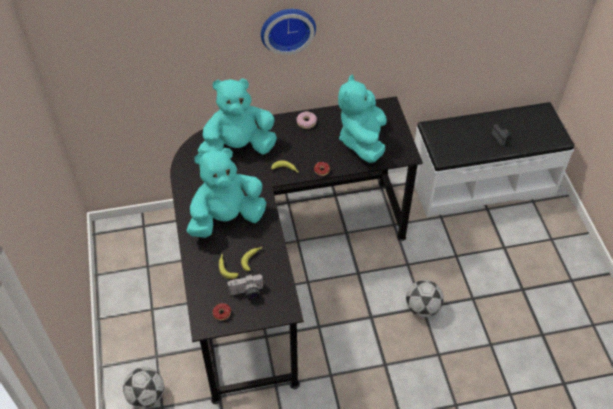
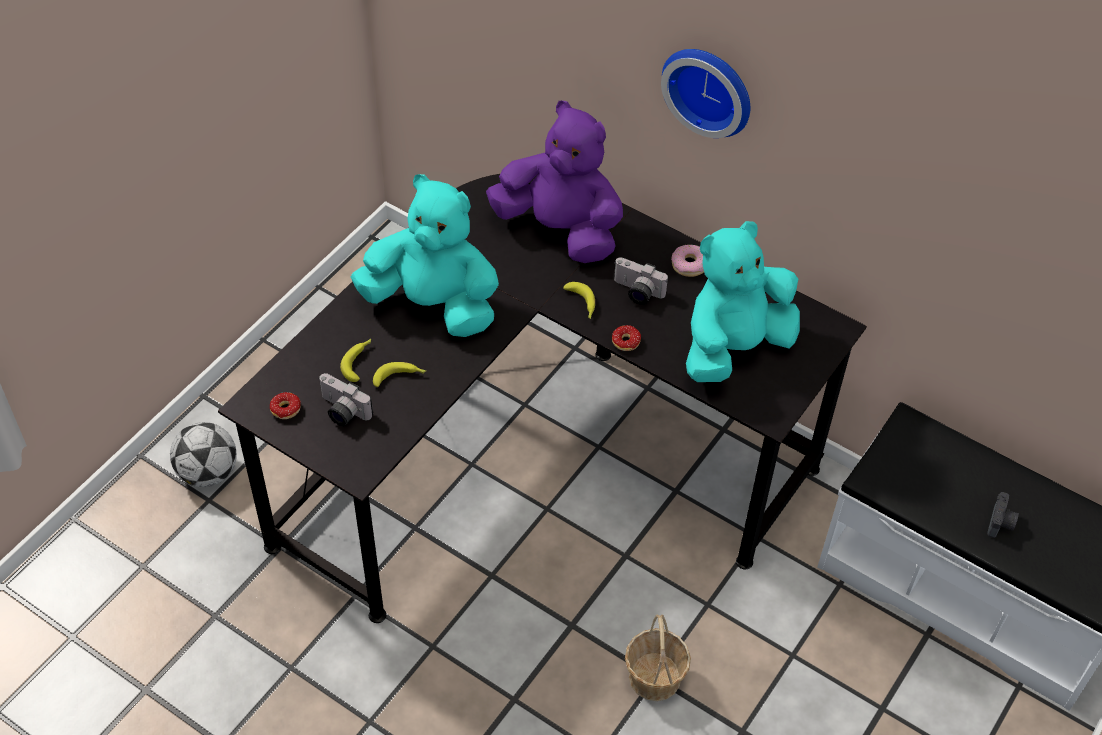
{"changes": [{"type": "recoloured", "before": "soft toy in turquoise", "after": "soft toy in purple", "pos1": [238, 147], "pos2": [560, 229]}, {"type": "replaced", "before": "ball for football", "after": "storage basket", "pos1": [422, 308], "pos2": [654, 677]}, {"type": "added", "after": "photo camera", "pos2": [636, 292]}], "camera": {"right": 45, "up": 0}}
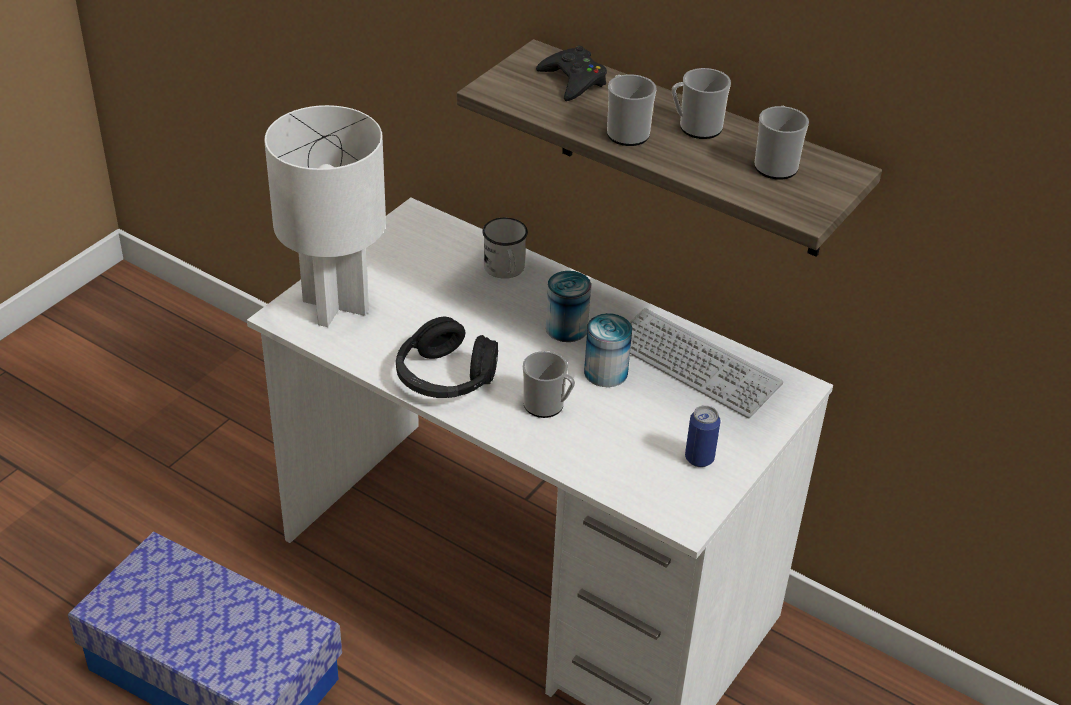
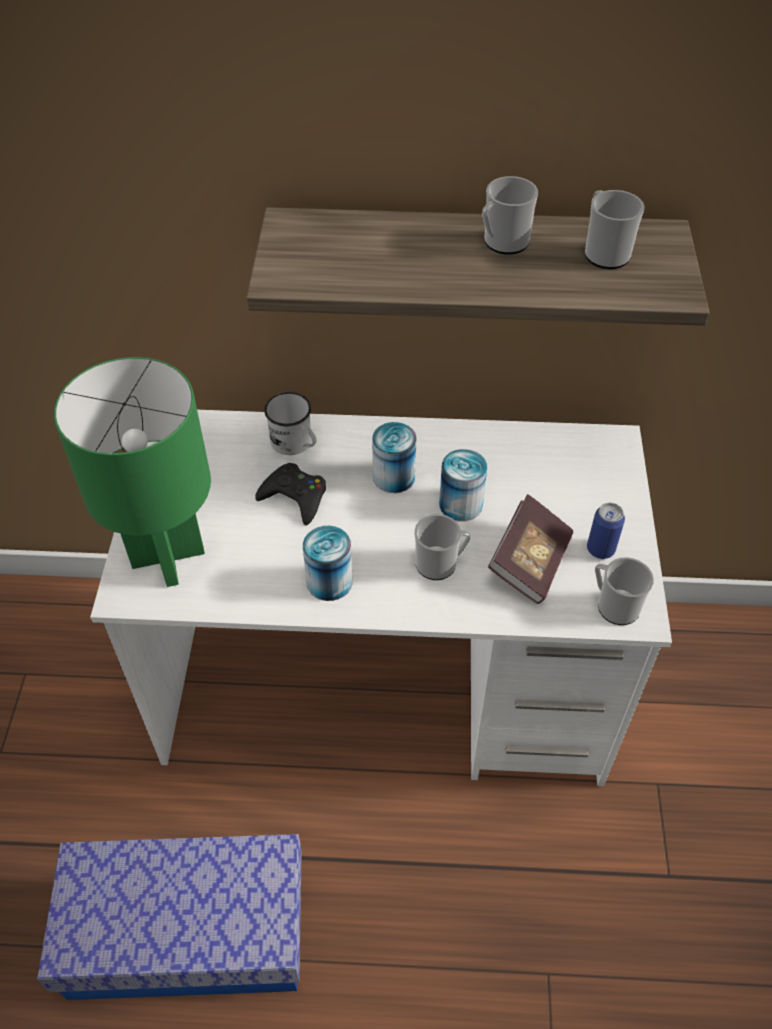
{"changes": [{"type": "recoloured", "before": "tabletop lamp in whitish", "after": "tabletop lamp in greenish", "pos1": [335, 305], "pos2": [166, 556]}, {"type": "replaced", "before": "pair of headphones in blackish", "after": "metal can", "pos1": [445, 377], "pos2": [329, 581]}, {"type": "moved", "before": "gamepad in blackish", "pos1": [573, 81], "pos2": [295, 497]}, {"type": "moved", "before": "coffee mug", "pos1": [625, 131], "pos2": [613, 605]}, {"type": "removed", "before": "PC keyboard", "pos1": [694, 365]}, {"type": "added", "after": "book", "pos2": [530, 562]}], "camera": {"right": -30, "up": 10}}
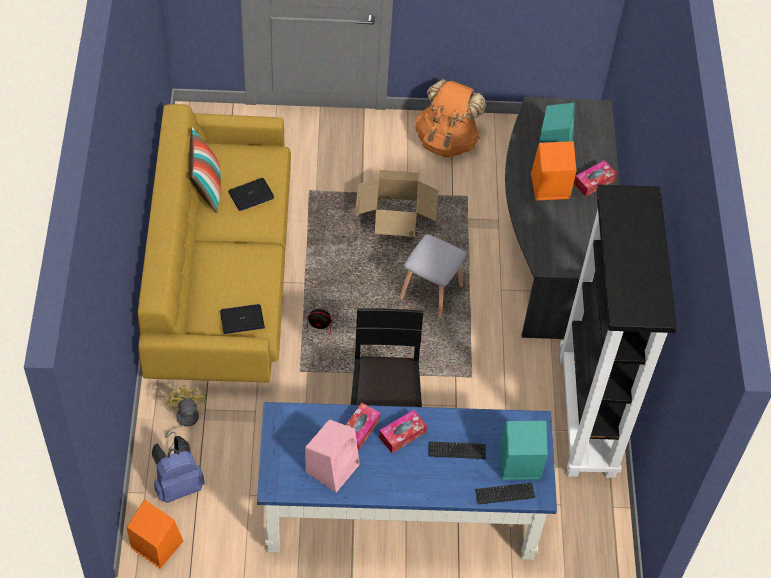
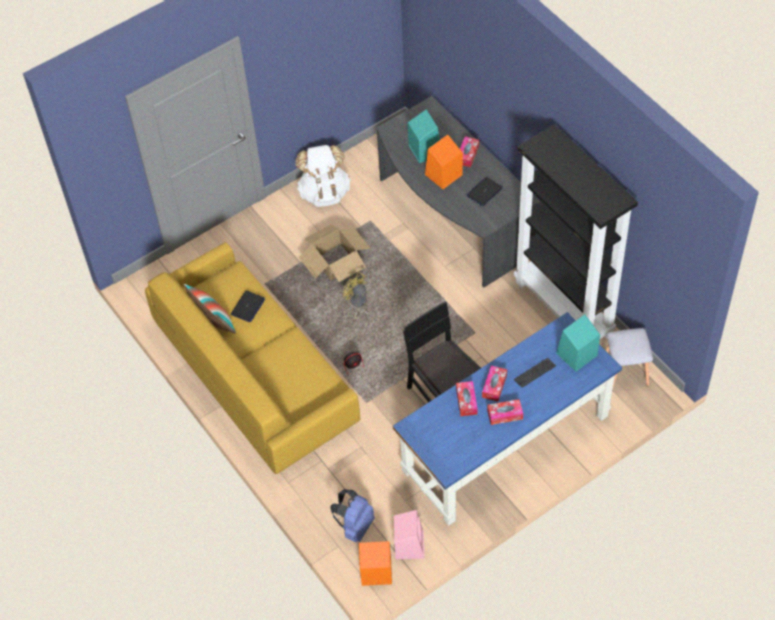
{"changes": [{"type": "moved", "before": "cooling fan in yellow-coloured", "pos1": [183, 421], "pos2": [358, 304]}, {"type": "moved", "before": "laptop", "pos1": [242, 319], "pos2": [484, 192]}, {"type": "moved", "before": "audio speaker in pink-coloured", "pos1": [333, 467], "pos2": [409, 544]}, {"type": "moved", "before": "stool in greyish", "pos1": [431, 291], "pos2": [624, 371]}, {"type": "recoloured", "before": "knapsack in orange", "after": "knapsack in whitish", "pos1": [447, 140], "pos2": [324, 192]}, {"type": "removed", "before": "PC keyboard", "pos1": [504, 494]}, {"type": "added", "after": "box of tissues", "pos2": [505, 414]}], "camera": {"right": -30, "up": 0}}
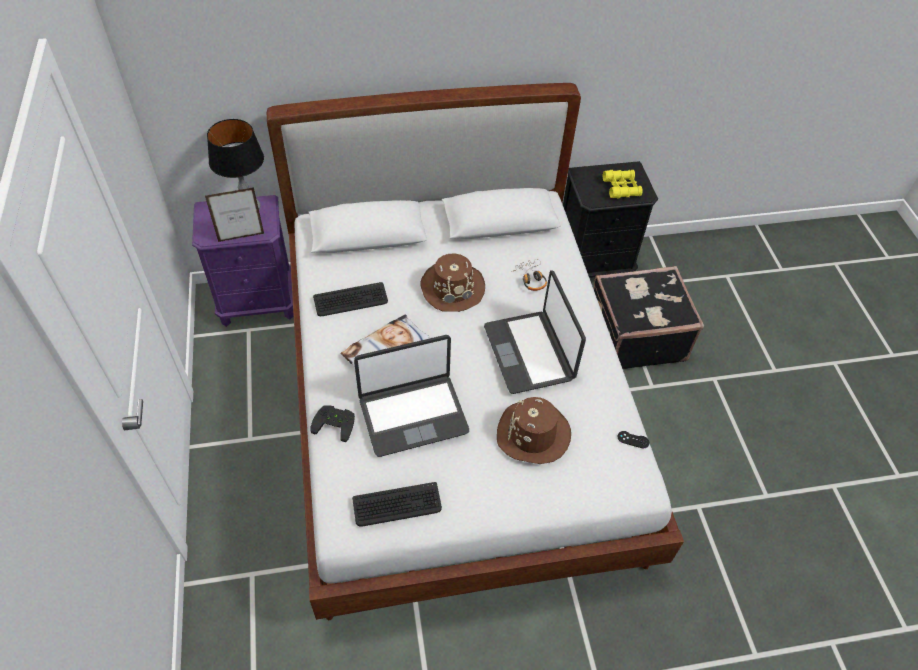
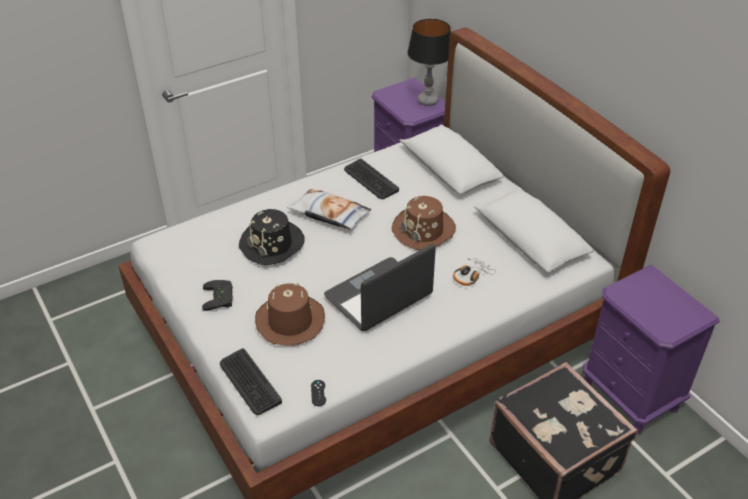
{"changes": [{"type": "removed", "before": "picture frame", "pos1": [241, 237]}, {"type": "moved", "before": "gamepad in blackish", "pos1": [335, 422], "pos2": [220, 297]}, {"type": "moved", "before": "PC keyboard", "pos1": [397, 505], "pos2": [249, 382]}, {"type": "replaced", "before": "laptop", "after": "hat in blackish", "pos1": [413, 414], "pos2": [272, 244]}, {"type": "recoloured", "before": "nightstand in blackish", "after": "nightstand in purple", "pos1": [594, 266], "pos2": [630, 395]}, {"type": "removed", "before": "pair of binoculars in yellow-coloured", "pos1": [621, 188]}], "camera": {"right": 70, "up": -10}}
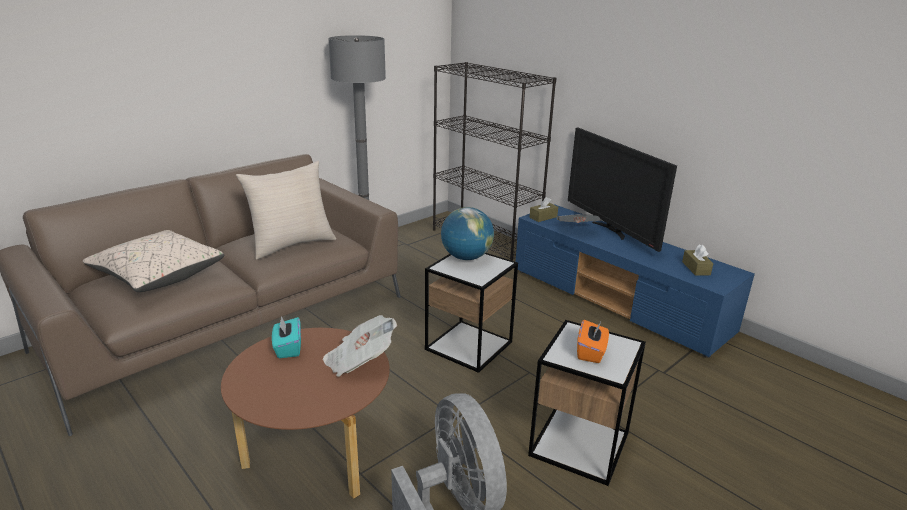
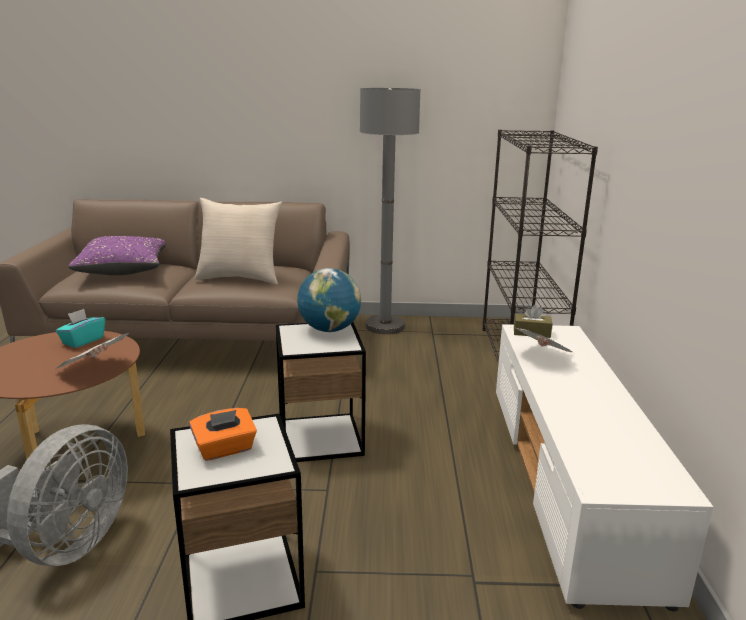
{"changes": [{"type": "recoloured", "before": "cushion in sand-coloured", "after": "cushion in purple", "pos1": [158, 275], "pos2": [123, 269]}, {"type": "recoloured", "before": "tv stand in blue-coloured", "after": "tv stand in whitish", "pos1": [618, 301], "pos2": [569, 480]}, {"type": "removed", "before": "TV set", "pos1": [611, 230]}, {"type": "removed", "before": "box of tissues in brown-coloured", "pos1": [696, 268]}], "camera": {"right": 45, "up": -5}}
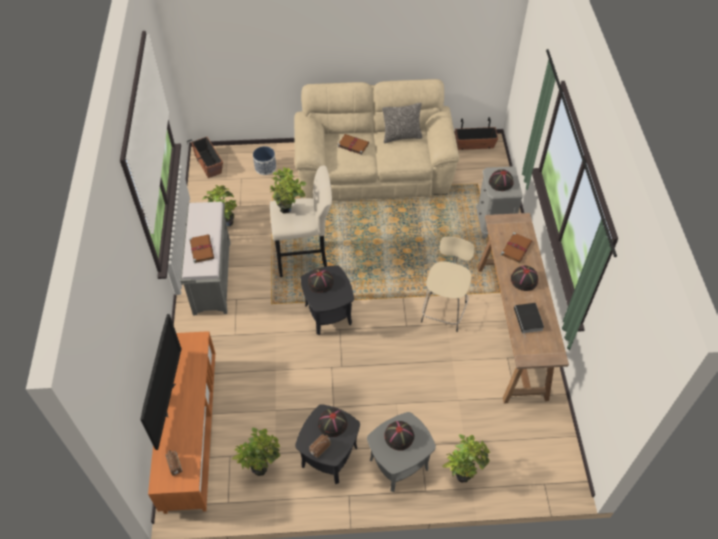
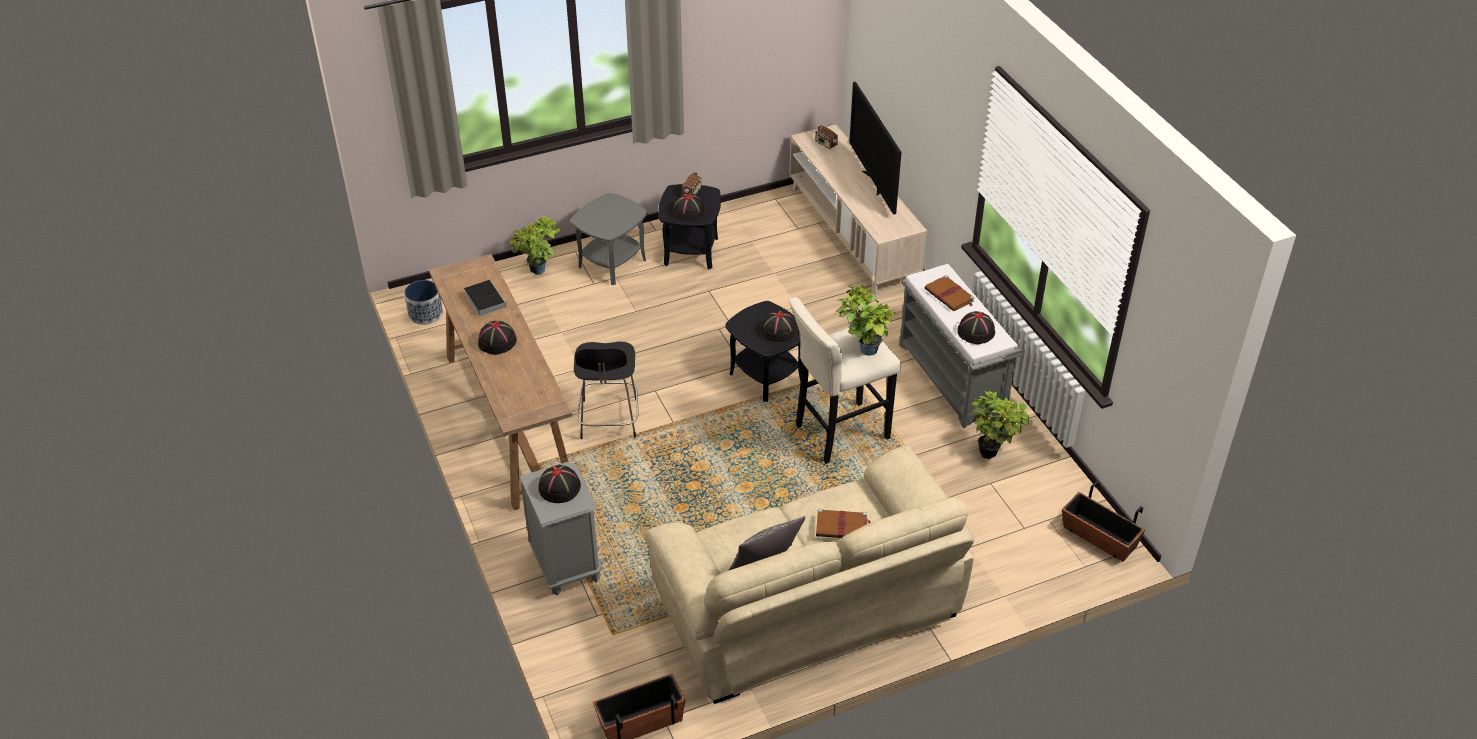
{"changes": [{"type": "recoloured", "before": "tv stand in orange", "after": "tv stand in sand-coloured", "pos1": [191, 433], "pos2": [852, 234]}, {"type": "removed", "before": "plant in a pot", "pos1": [261, 466]}, {"type": "moved", "before": "flower pot", "pos1": [265, 168], "pos2": [426, 314]}, {"type": "moved", "before": "hat in blackish", "pos1": [399, 436], "pos2": [975, 332]}, {"type": "recoloured", "before": "stool in sand-coloured", "after": "stool in blackish", "pos1": [444, 310], "pos2": [609, 421]}, {"type": "removed", "before": "book in brown-coloured", "pos1": [516, 248]}], "camera": {"right": 160, "up": -10}}
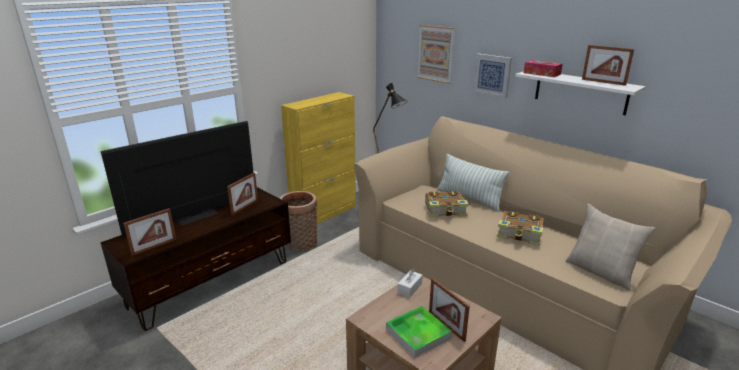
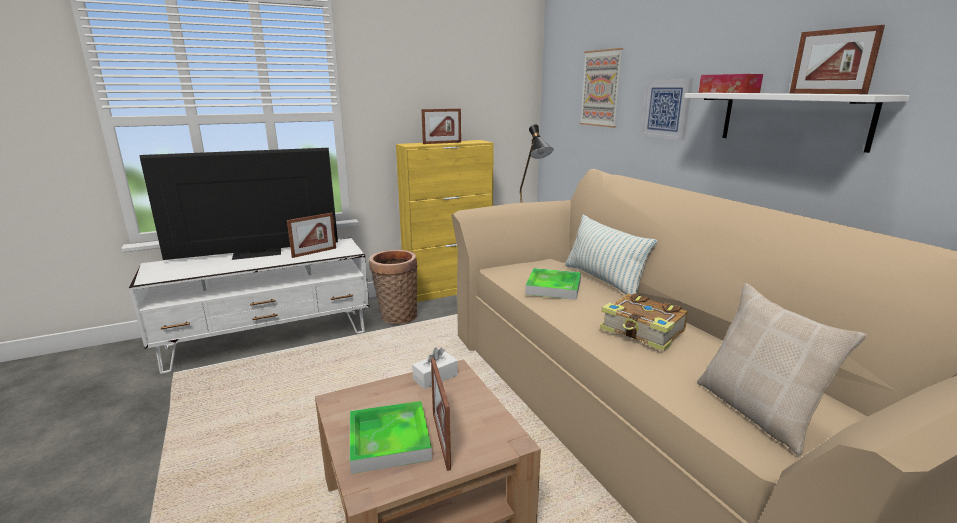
{"changes": [{"type": "recoloured", "before": "tv stand in brown-coloured", "after": "tv stand in whitish", "pos1": [212, 283], "pos2": [269, 339]}, {"type": "moved", "before": "picture frame", "pos1": [154, 247], "pos2": [442, 143]}, {"type": "replaced", "before": "book", "after": "serving tray", "pos1": [446, 210], "pos2": [553, 287]}], "camera": {"right": 20, "up": -5}}
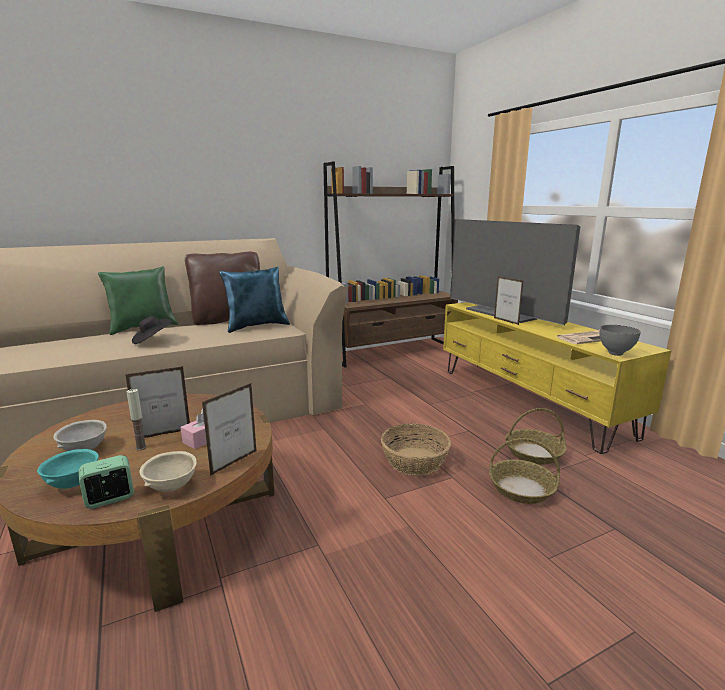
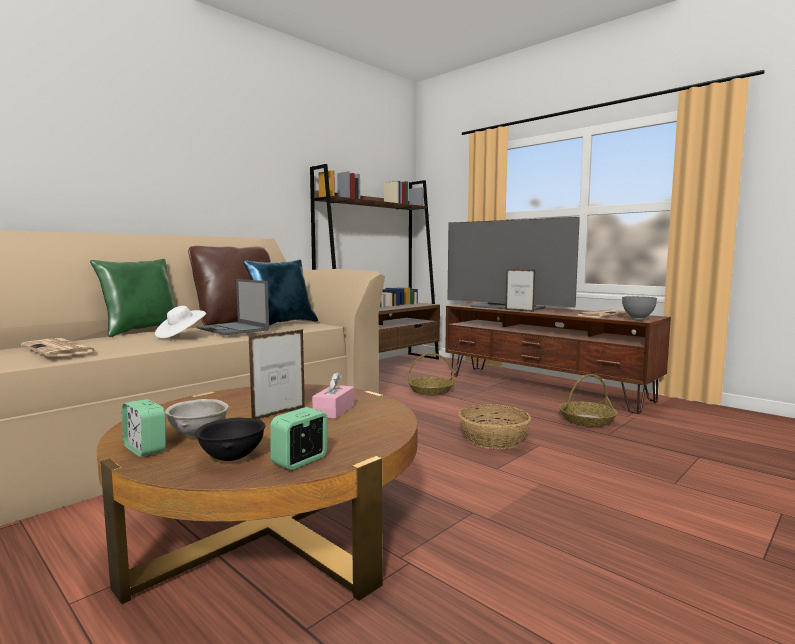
{"changes": [{"type": "recoloured", "before": "deep dish in turquoise", "after": "deep dish in blackish", "pos1": [72, 484], "pos2": [231, 458]}, {"type": "removed", "before": "wax candle", "pos1": [141, 447]}, {"type": "recoloured", "before": "hat in blackish", "after": "hat in whitish", "pos1": [152, 340], "pos2": [181, 335]}, {"type": "removed", "before": "deep dish in sand-coloured", "pos1": [172, 487]}, {"type": "removed", "before": "picture frame", "pos1": [234, 462]}, {"type": "recoloured", "before": "tv stand in yellow-coloured", "after": "tv stand in brown-coloured", "pos1": [529, 401], "pos2": [544, 387]}, {"type": "moved", "before": "storage basket", "pos1": [522, 489], "pos2": [431, 391]}, {"type": "added", "after": "newspaper", "pos2": [60, 349]}, {"type": "added", "after": "bedside clock", "pos2": [145, 449]}, {"type": "added", "after": "laptop", "pos2": [233, 329]}], "camera": {"right": -20, "up": -10}}
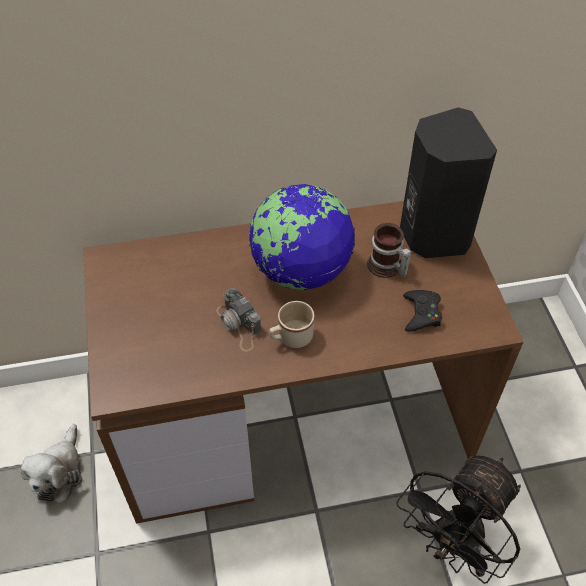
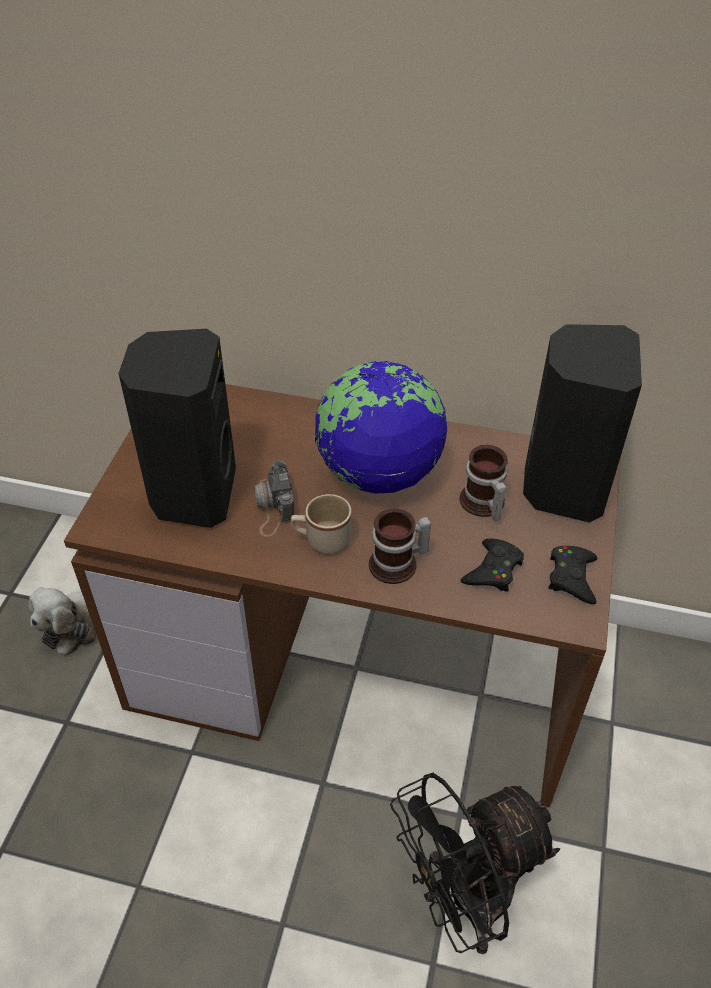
{"changes": [{"type": "added", "after": "audio speaker in blackish", "pos2": [192, 494]}, {"type": "added", "after": "coffee mug", "pos2": [398, 565]}, {"type": "added", "after": "gamepad in blackish", "pos2": [572, 577]}], "camera": {"right": 25, "up": -5}}
